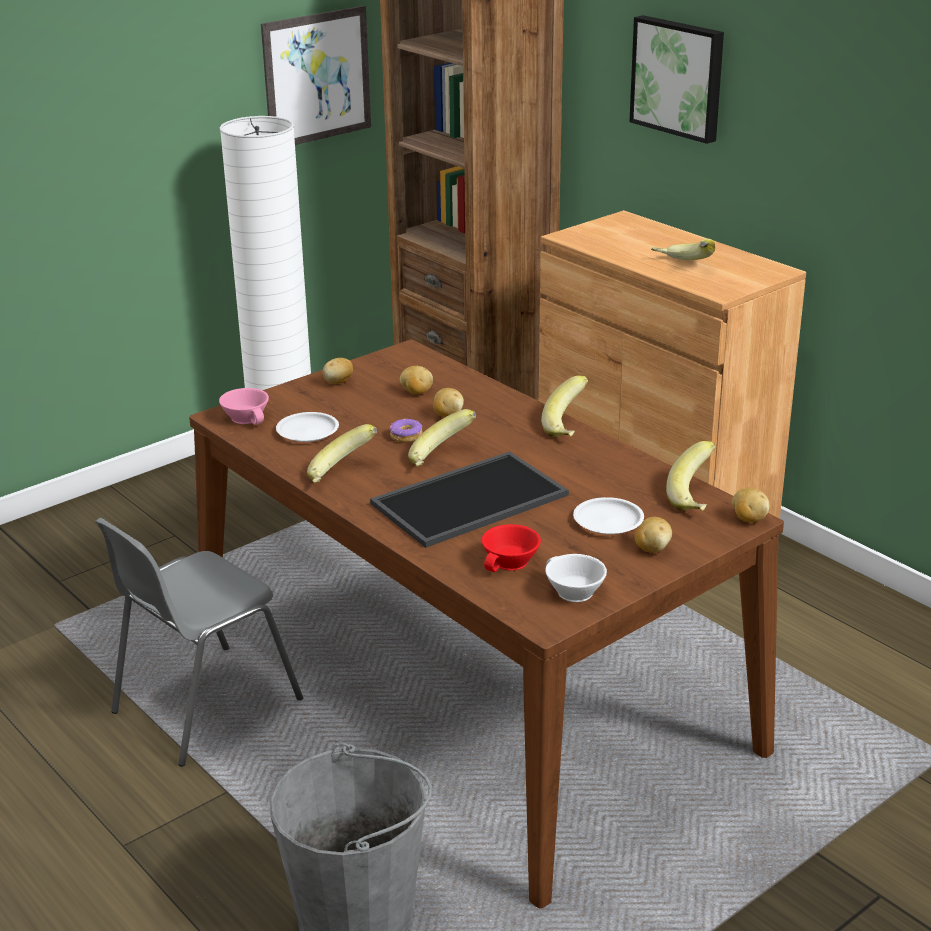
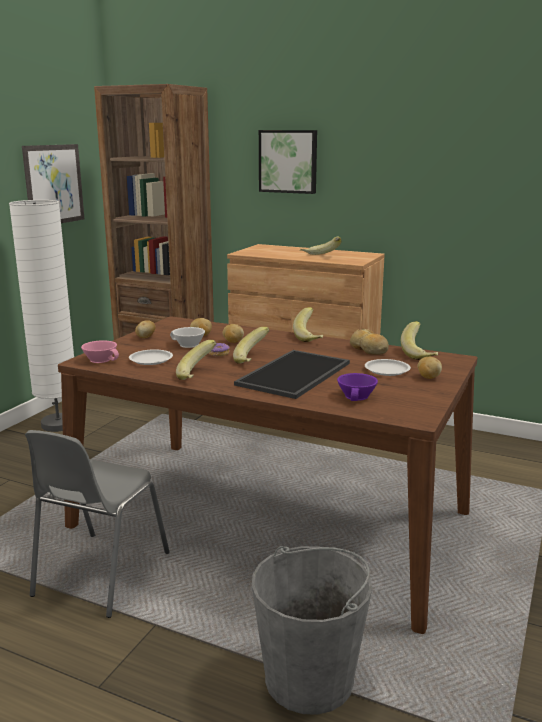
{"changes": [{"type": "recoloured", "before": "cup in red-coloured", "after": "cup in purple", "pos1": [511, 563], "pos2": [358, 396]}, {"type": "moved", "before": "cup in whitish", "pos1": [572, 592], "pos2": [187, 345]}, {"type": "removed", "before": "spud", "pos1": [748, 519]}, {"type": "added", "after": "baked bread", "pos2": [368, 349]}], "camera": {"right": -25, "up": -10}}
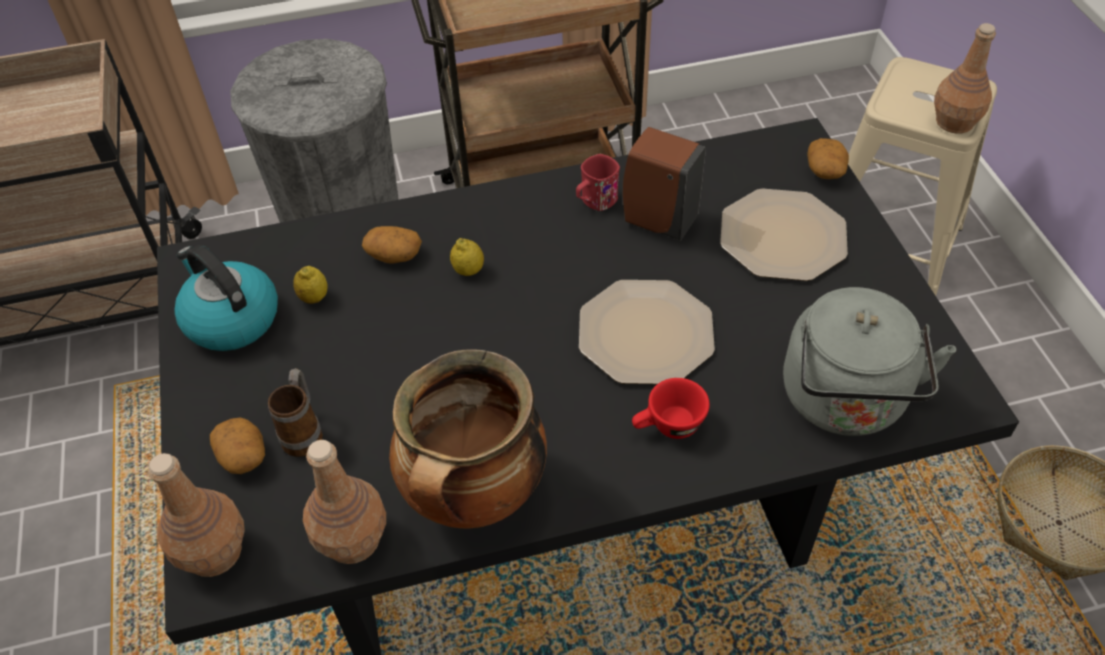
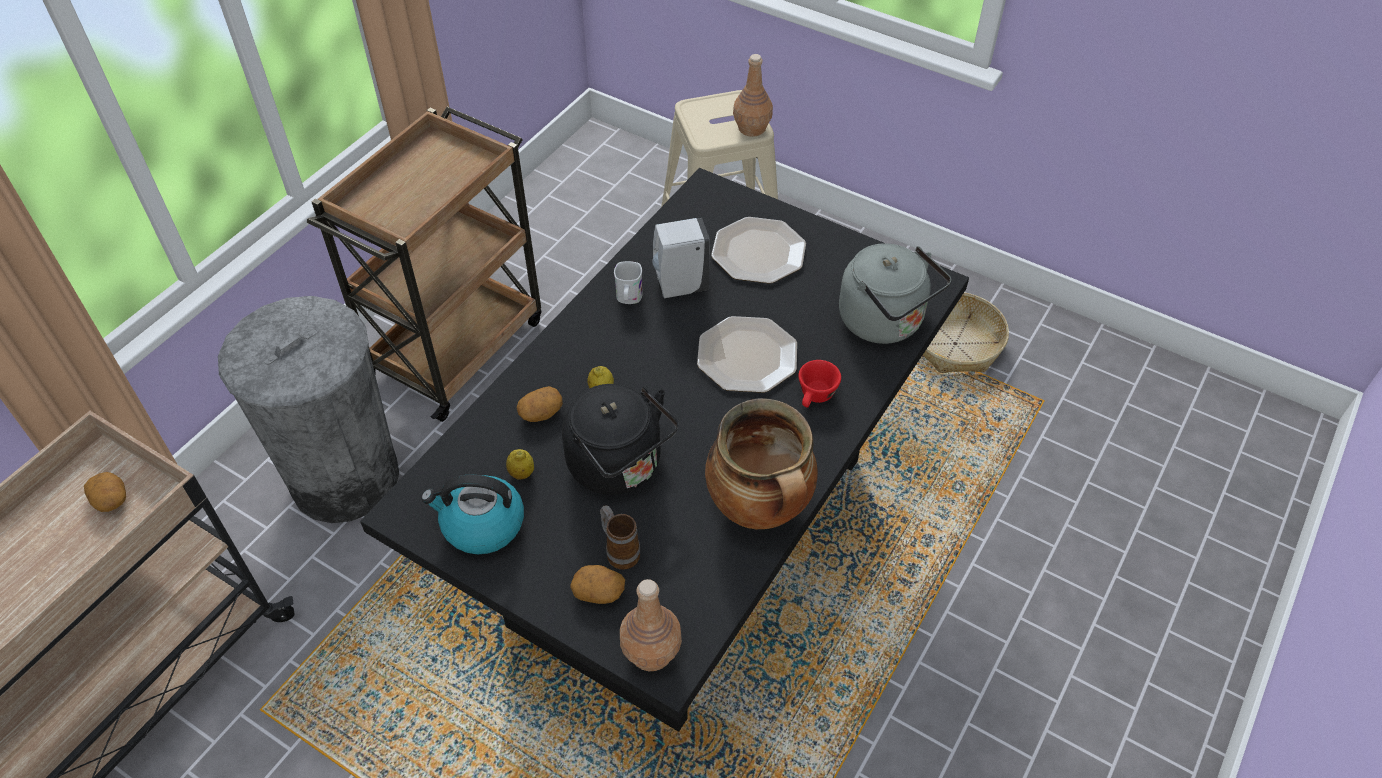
{"changes": [{"type": "removed", "before": "beverage bottle in brown-coloured", "pos1": [353, 539]}, {"type": "recoloured", "before": "coffee mug in red-coloured", "after": "coffee mug in whitish", "pos1": [595, 202], "pos2": [628, 298]}, {"type": "recoloured", "before": "soap dispenser in brown-coloured", "after": "soap dispenser in whitish", "pos1": [657, 221], "pos2": [679, 287]}, {"type": "moved", "before": "spud", "pos1": [825, 170], "pos2": [111, 499]}, {"type": "added", "after": "tea kettle in blackish", "pos2": [620, 467]}], "camera": {"right": -45, "up": 0}}
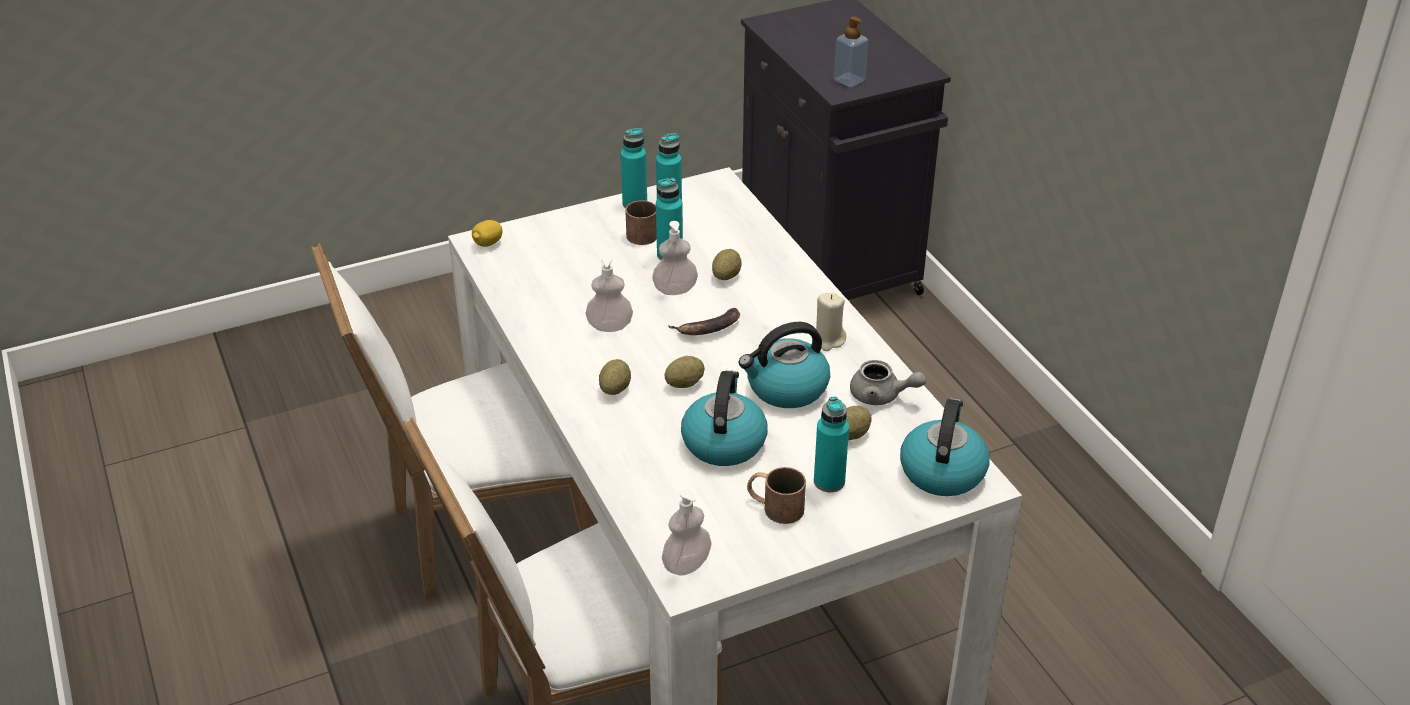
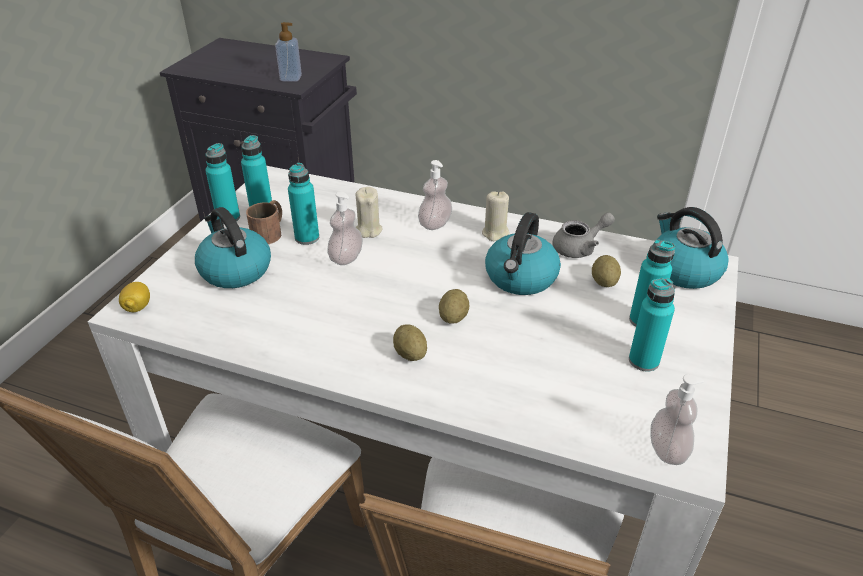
{"changes": [{"type": "moved", "before": "soap dispenser", "pos1": [609, 326], "pos2": [435, 224]}, {"type": "removed", "before": "banana", "pos1": [708, 328]}, {"type": "moved", "before": "tea kettle", "pos1": [723, 442], "pos2": [234, 270]}, {"type": "replaced", "before": "spud", "after": "wax candle in sand-coloured", "pos1": [726, 276], "pos2": [368, 230]}, {"type": "replaced", "before": "coffee mug in brown-coloured", "after": "beverage bottle in turquoise", "pos1": [774, 506], "pos2": [643, 361]}], "camera": {"right": -45, "up": 0}}
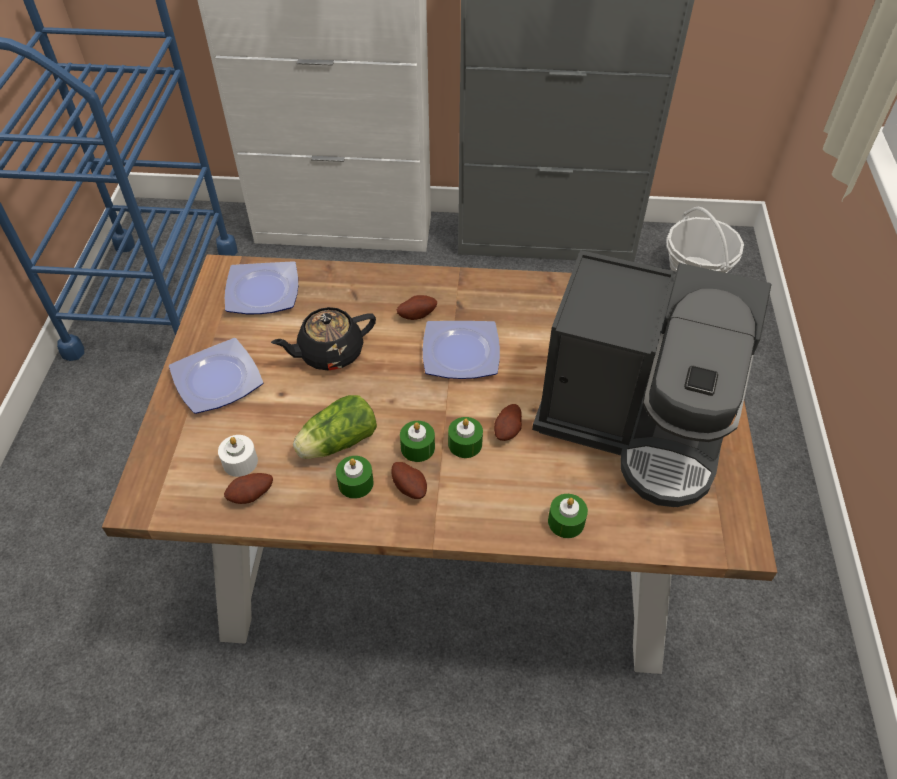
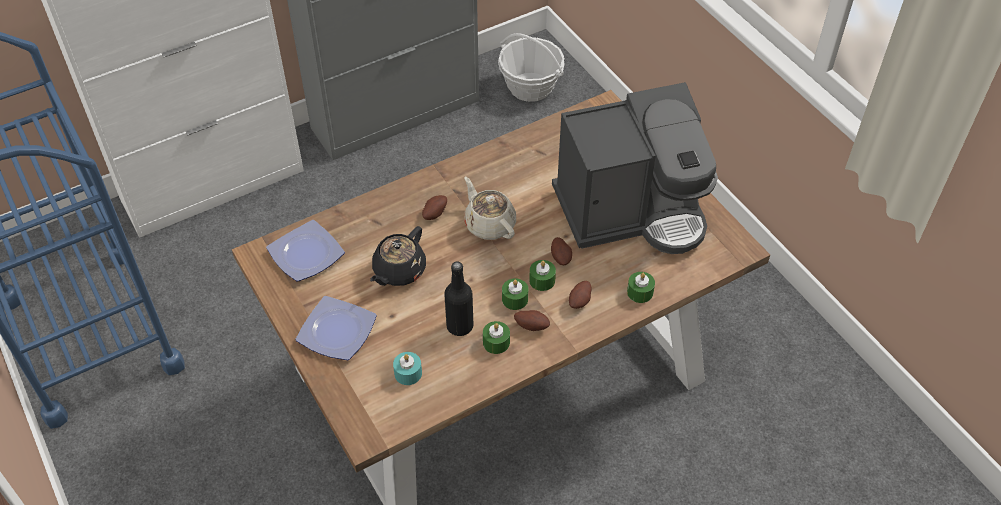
{"changes": [{"type": "recoloured", "before": "wax candle in whitish", "after": "wax candle in turquoise", "pos1": [240, 462], "pos2": [408, 373]}, {"type": "moved", "before": "spud", "pos1": [252, 496], "pos2": [580, 301]}, {"type": "replaced", "before": "head of lettuce", "after": "beverage bottle in blackish", "pos1": [335, 443], "pos2": [460, 326]}, {"type": "replaced", "before": "plate", "after": "teapot in sand-coloured", "pos1": [462, 354], "pos2": [489, 224]}], "camera": {"right": -35, "up": 0}}
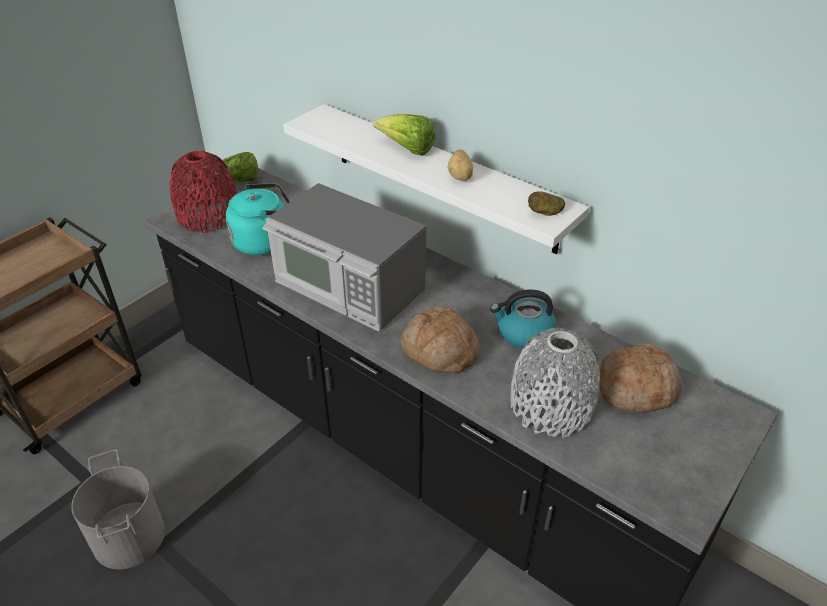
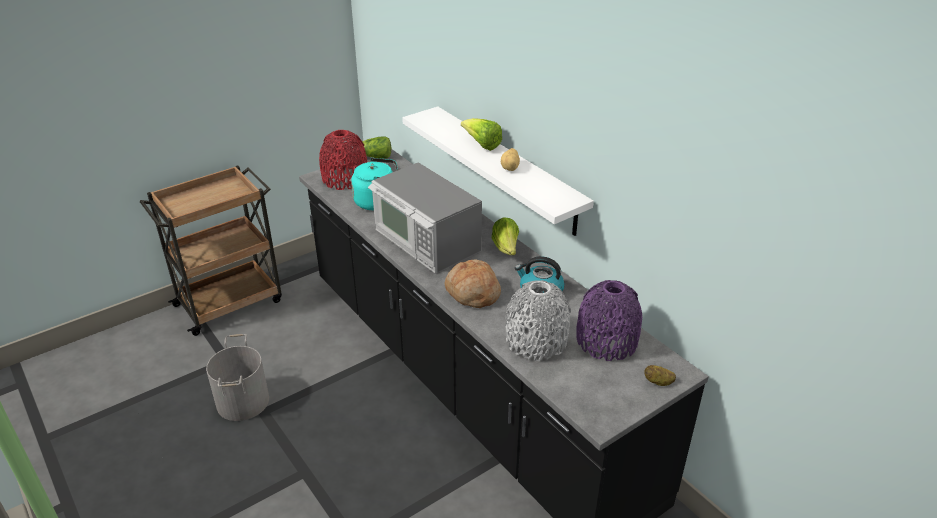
{"changes": [{"type": "moved", "before": "spud", "pos1": [545, 213], "pos2": [658, 382]}, {"type": "replaced", "before": "baked bread", "after": "vase in purple", "pos1": [636, 388], "pos2": [606, 341]}, {"type": "added", "after": "head of lettuce", "pos2": [506, 249]}], "camera": {"right": 15, "up": -5}}
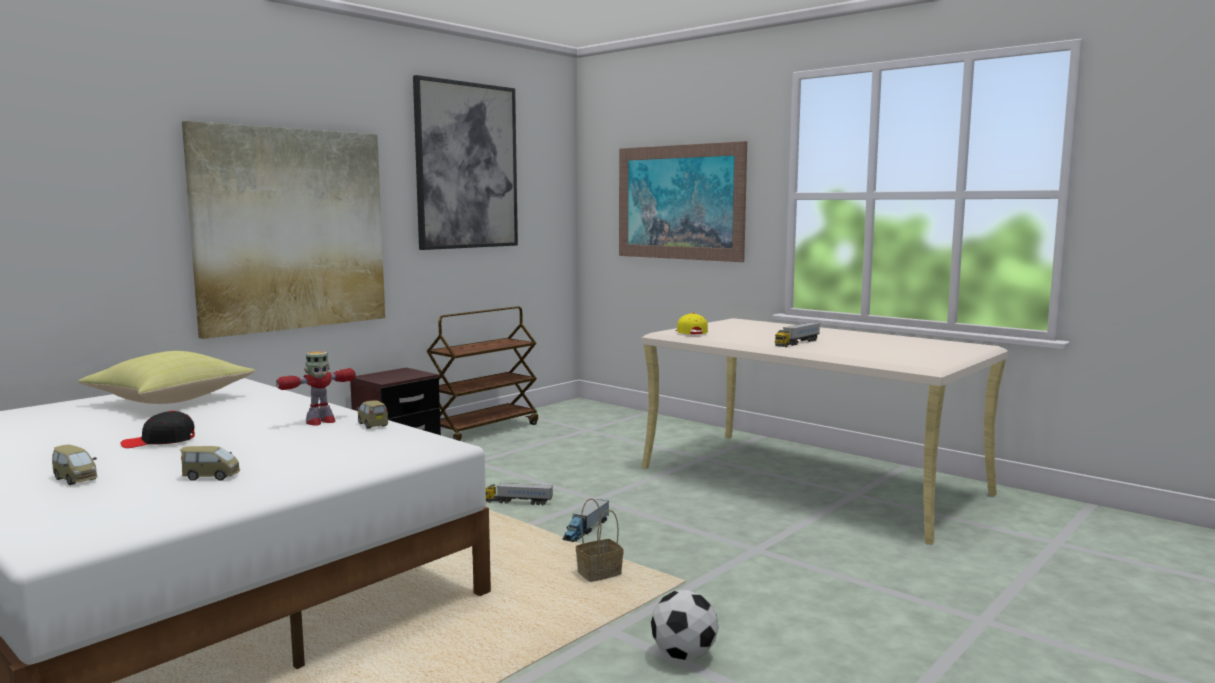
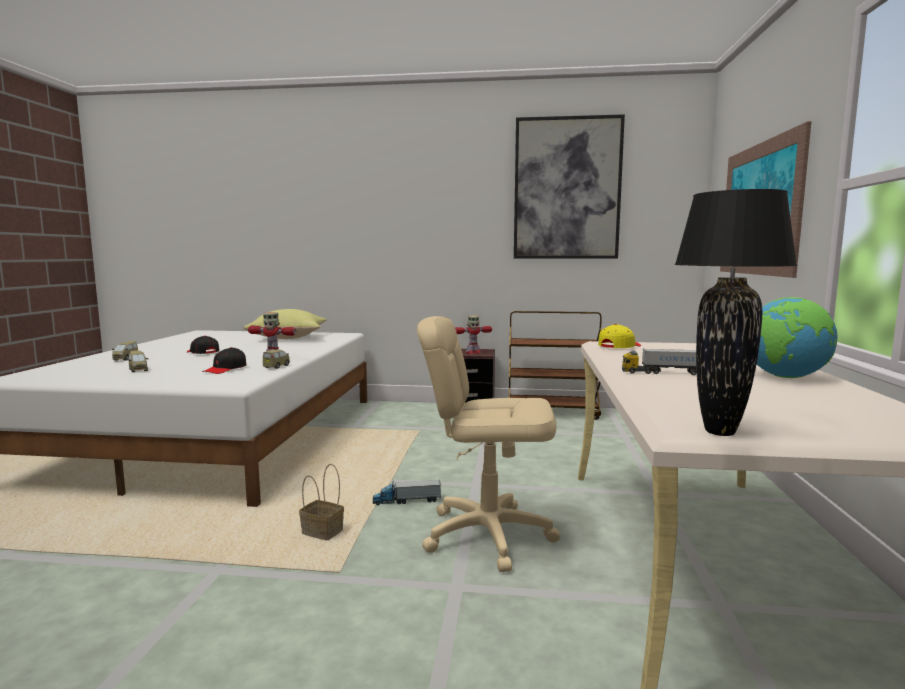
{"changes": [{"type": "removed", "before": "wall picture", "pos1": [291, 229]}, {"type": "removed", "before": "toy truck", "pos1": [517, 502]}, {"type": "removed", "before": "ball for football", "pos1": [684, 655]}, {"type": "added", "after": "baseball cap in blackish", "pos2": [225, 369]}, {"type": "added", "after": "office chair in sand-coloured", "pos2": [488, 535]}, {"type": "added", "after": "model robot", "pos2": [473, 352]}, {"type": "added", "after": "tabletop lamp in blackish", "pos2": [719, 432]}, {"type": "added", "after": "desk globe", "pos2": [785, 377]}], "camera": {"right": 55, "up": 0}}
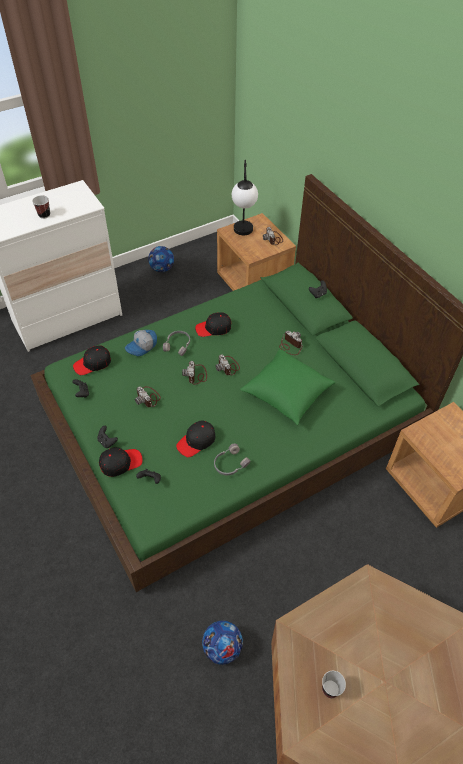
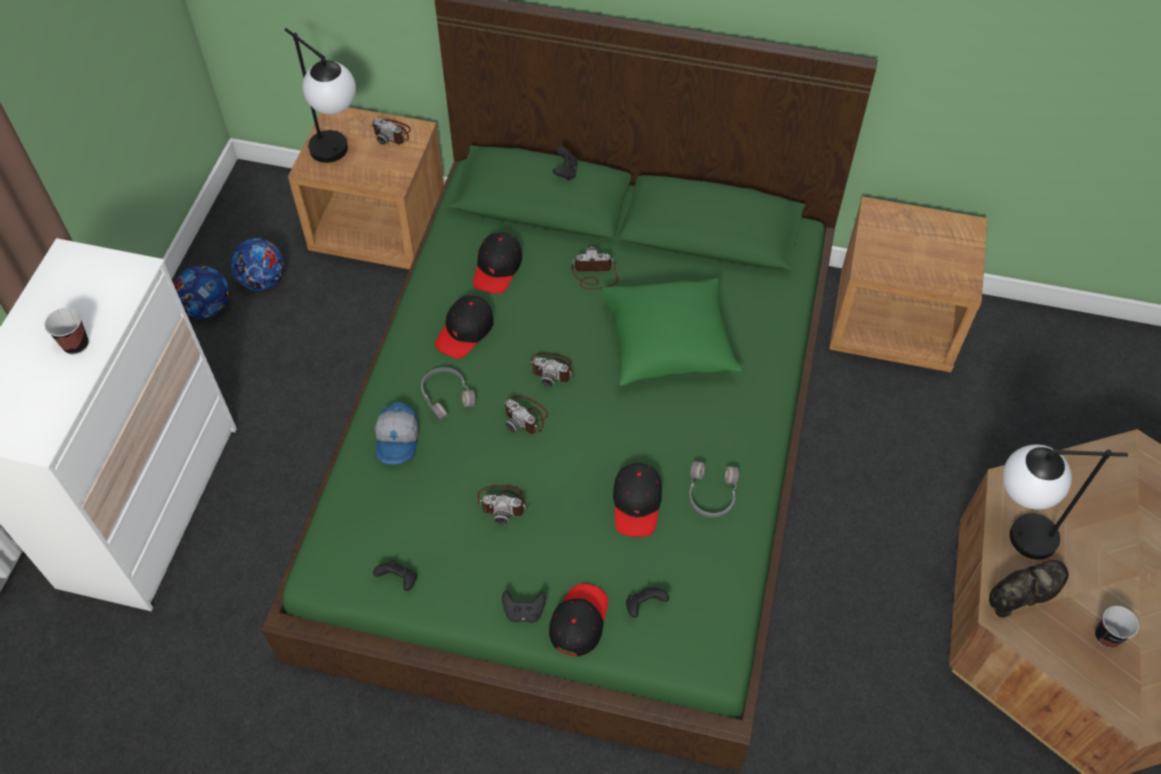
{"changes": [{"type": "moved", "before": "baseball cap in blackish", "pos1": [93, 364], "pos2": [497, 268]}, {"type": "moved", "before": "ball for football", "pos1": [222, 648], "pos2": [263, 281]}, {"type": "added", "after": "item of footwear in blackish", "pos2": [1023, 595]}, {"type": "added", "after": "tabletop lamp", "pos2": [1013, 537]}], "camera": {"right": -45, "up": 5}}
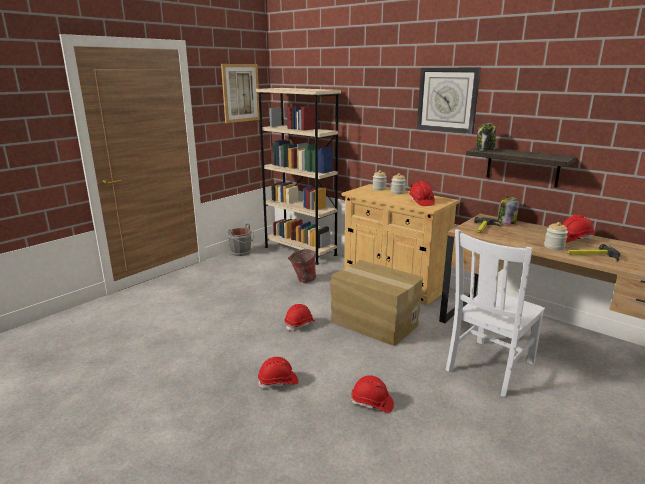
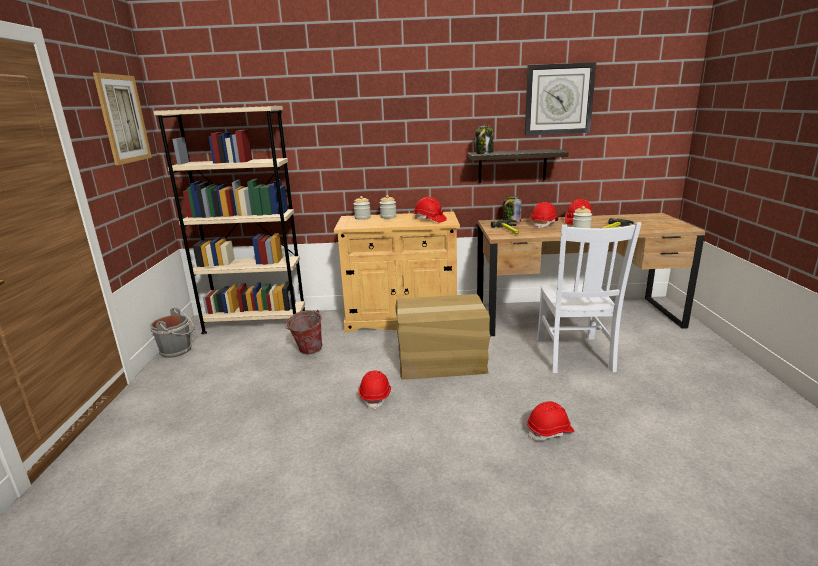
{"changes": [{"type": "moved", "before": "safety helmet in red-coloured", "pos1": [278, 382], "pos2": [544, 224]}, {"type": "moved", "before": "hanging clock", "pos1": [447, 100], "pos2": [558, 99]}], "camera": {"right": -40, "up": 0}}
